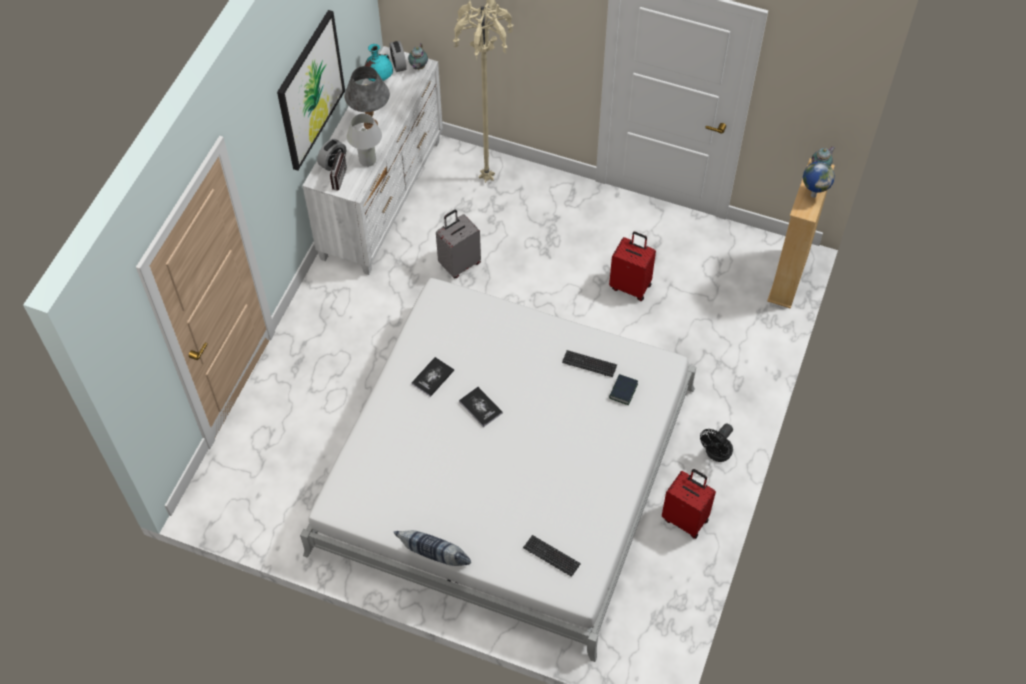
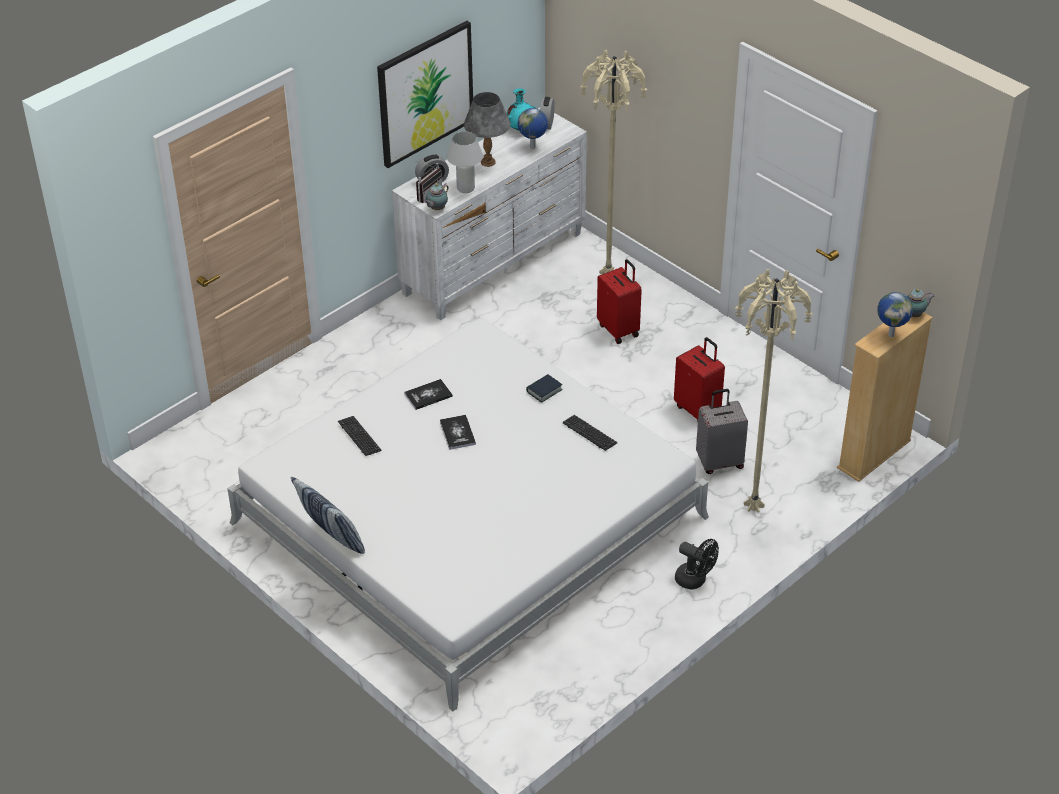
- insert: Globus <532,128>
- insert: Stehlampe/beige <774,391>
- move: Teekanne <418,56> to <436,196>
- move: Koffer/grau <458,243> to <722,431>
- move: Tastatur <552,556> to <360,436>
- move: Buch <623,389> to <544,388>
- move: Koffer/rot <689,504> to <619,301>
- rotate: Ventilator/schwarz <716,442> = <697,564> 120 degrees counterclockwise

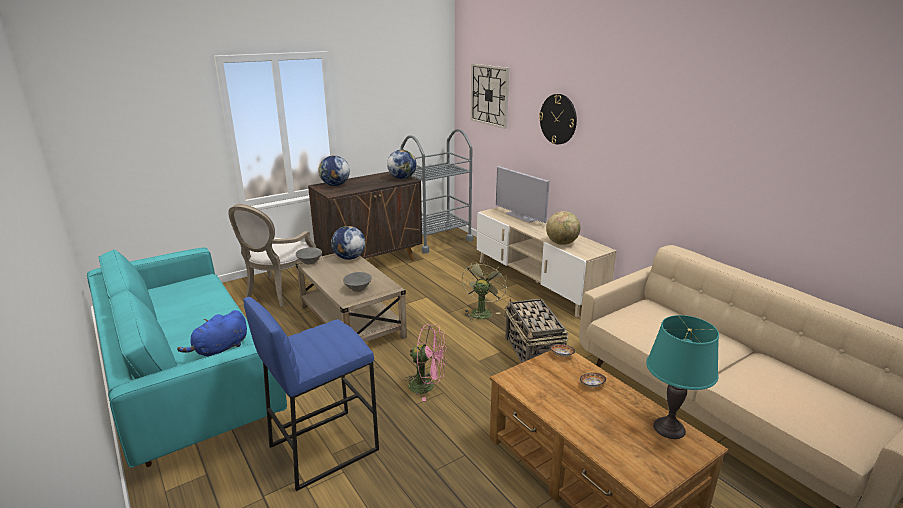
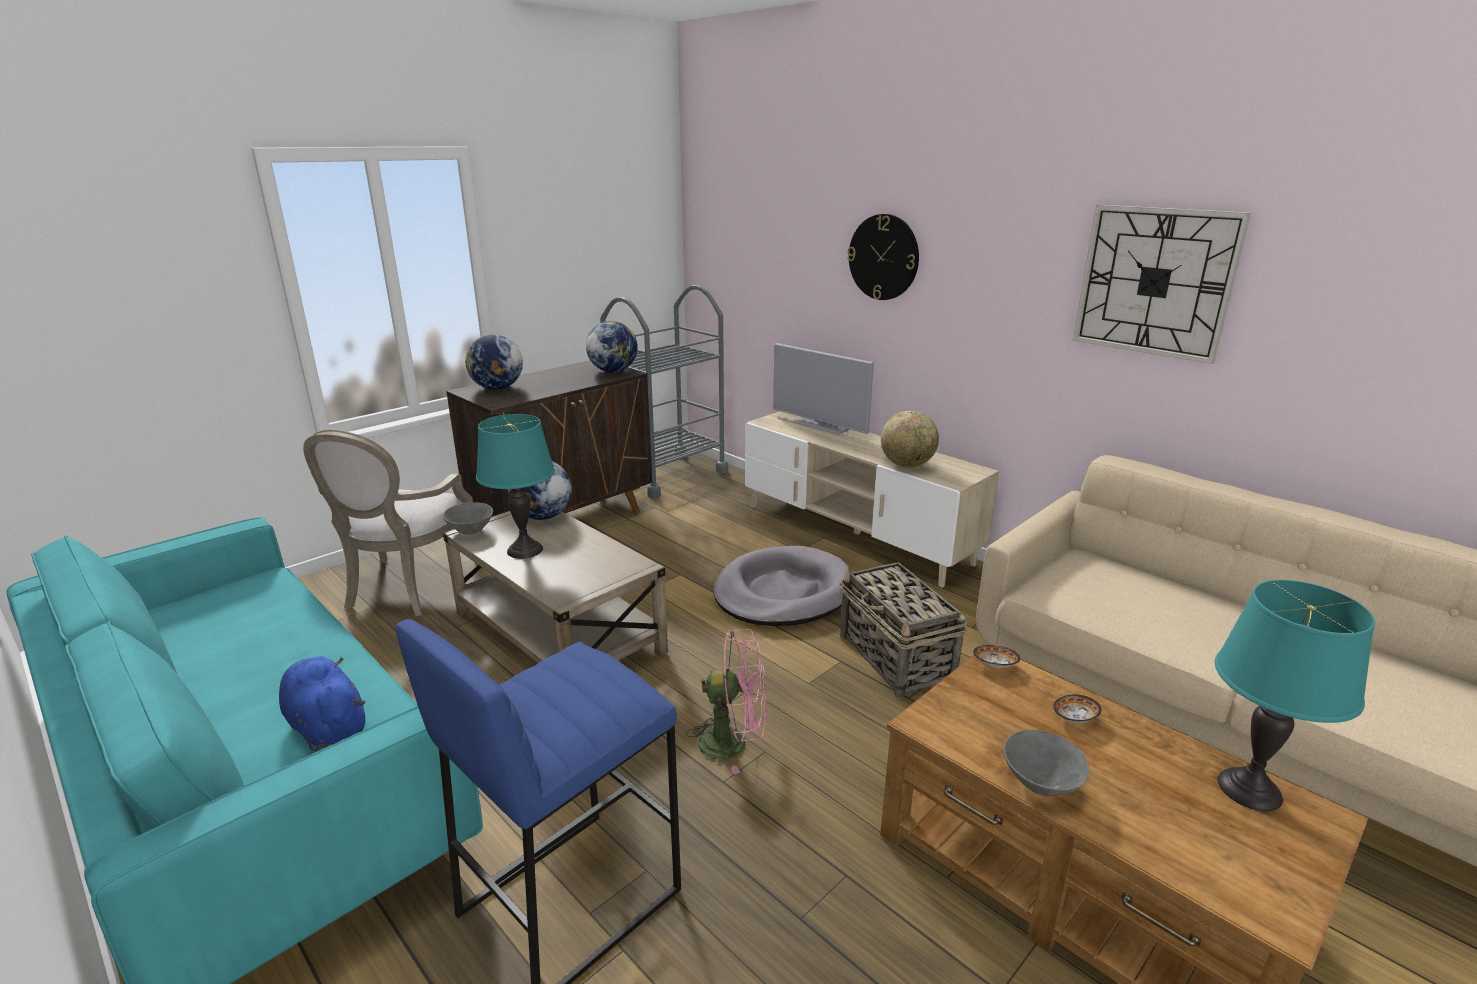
- insert: Tischlampe/türkis <515,486>
- move: Schüssel/grau <357,282> to <1046,763>
- move: Wanduhr <490,96> to <1162,284>
- replace: Ventilator/grün <484,290> to Hundebett/grau <782,586>
- rotate: Plüschtier/blau <212,333> = <322,703> 105 degrees clockwise

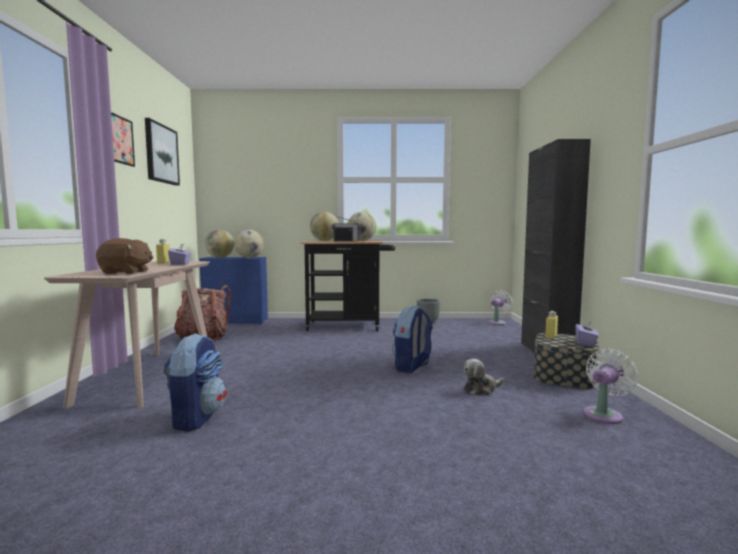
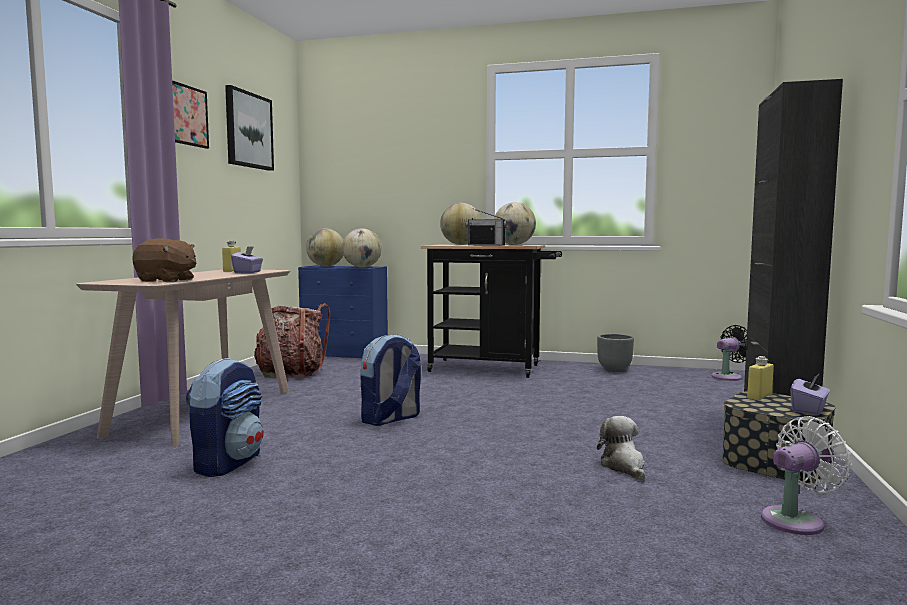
- move: Rucksack <412,339> to <390,380>
- recolor: Ventilator/weiß <500,307> to Ventilator/schwarz <729,353>
- rotate: Plüschtier <484,377> = <621,448> 90 degrees clockwise

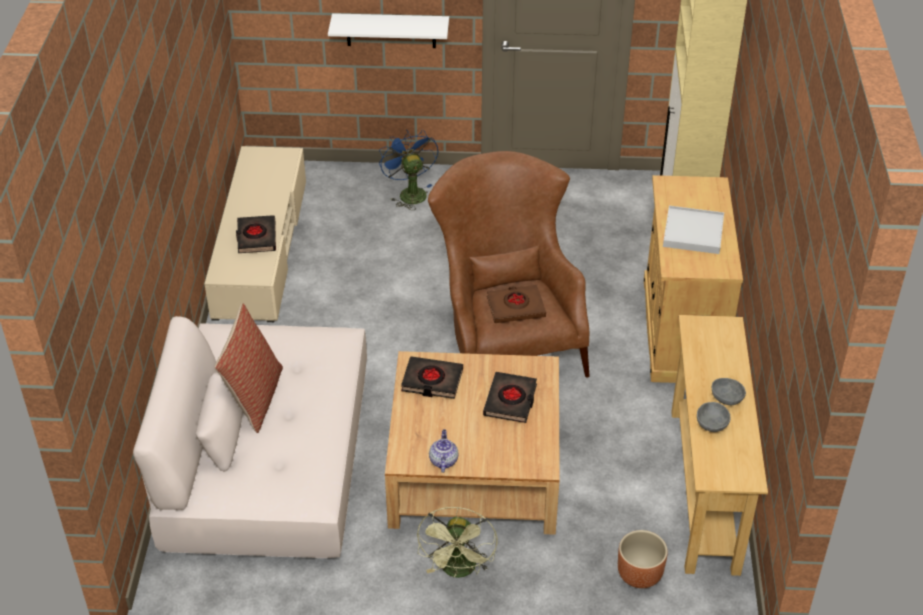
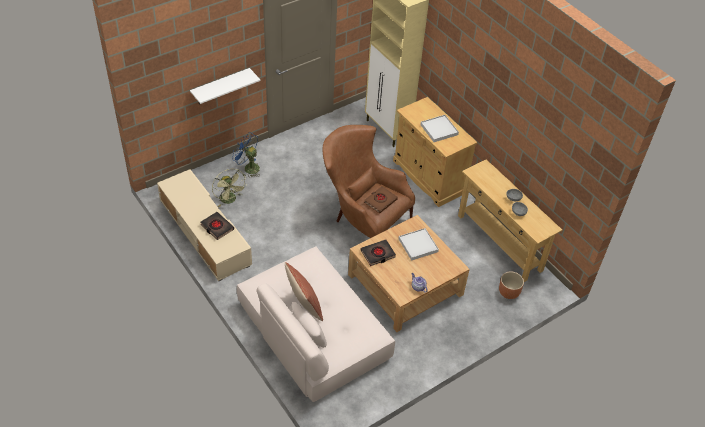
- move: Ventilator/grün <457,542> to <229,188>
- replace: Buch/schwarz <510,397> to Tablett/weiß <418,244>

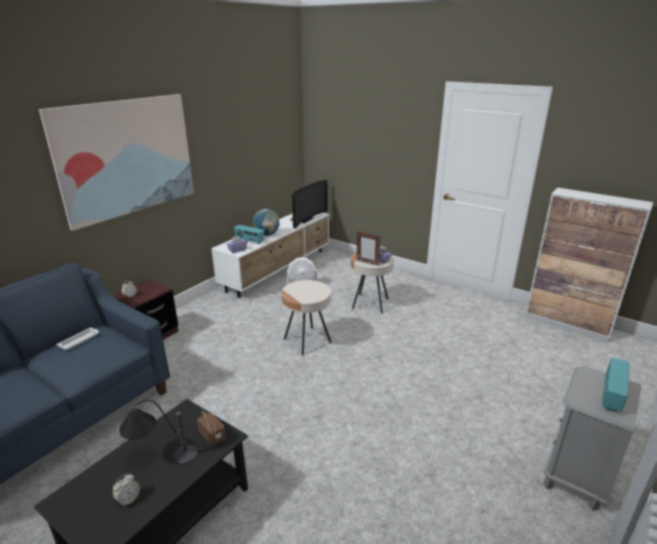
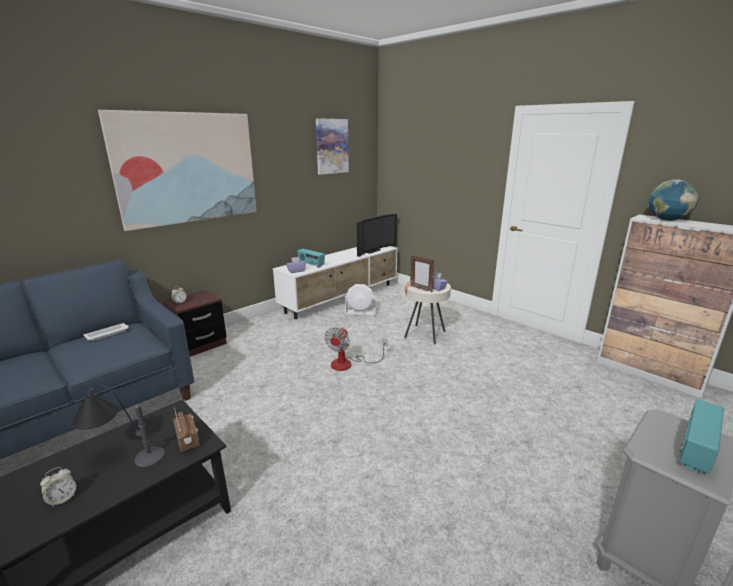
- insert: Bild <332,146>
- move: Globus <266,222> to <673,200>
- replace: Beistelltisch/beige <307,317> to Ventilator <356,349>

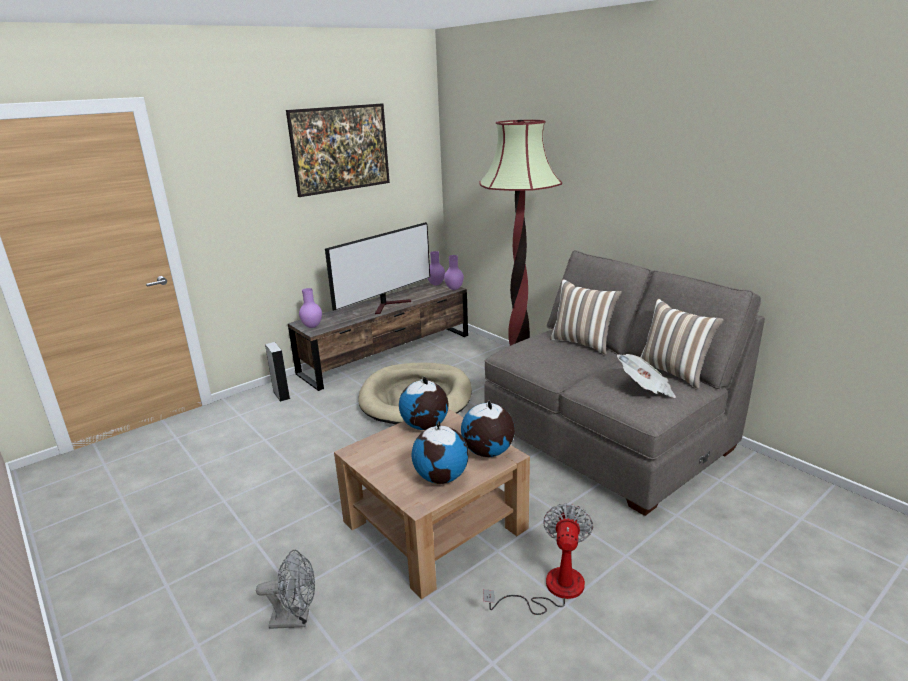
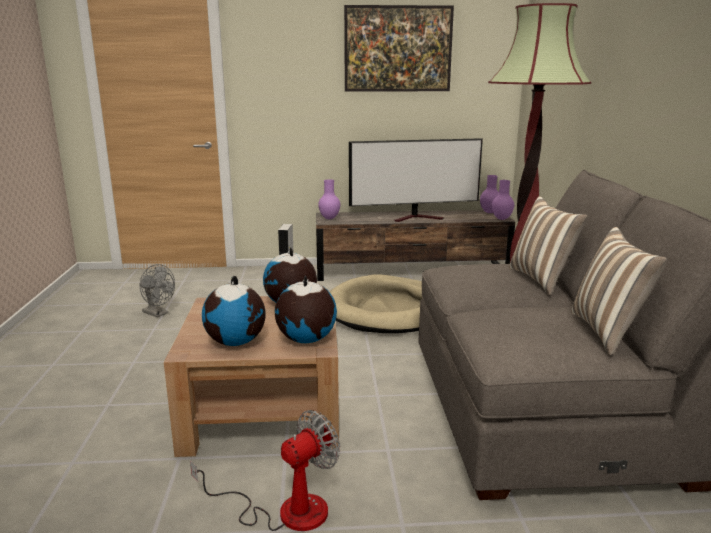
- delete: Zeitung <646,376>
- move: Ventilator/grau <285,589> to <157,290>

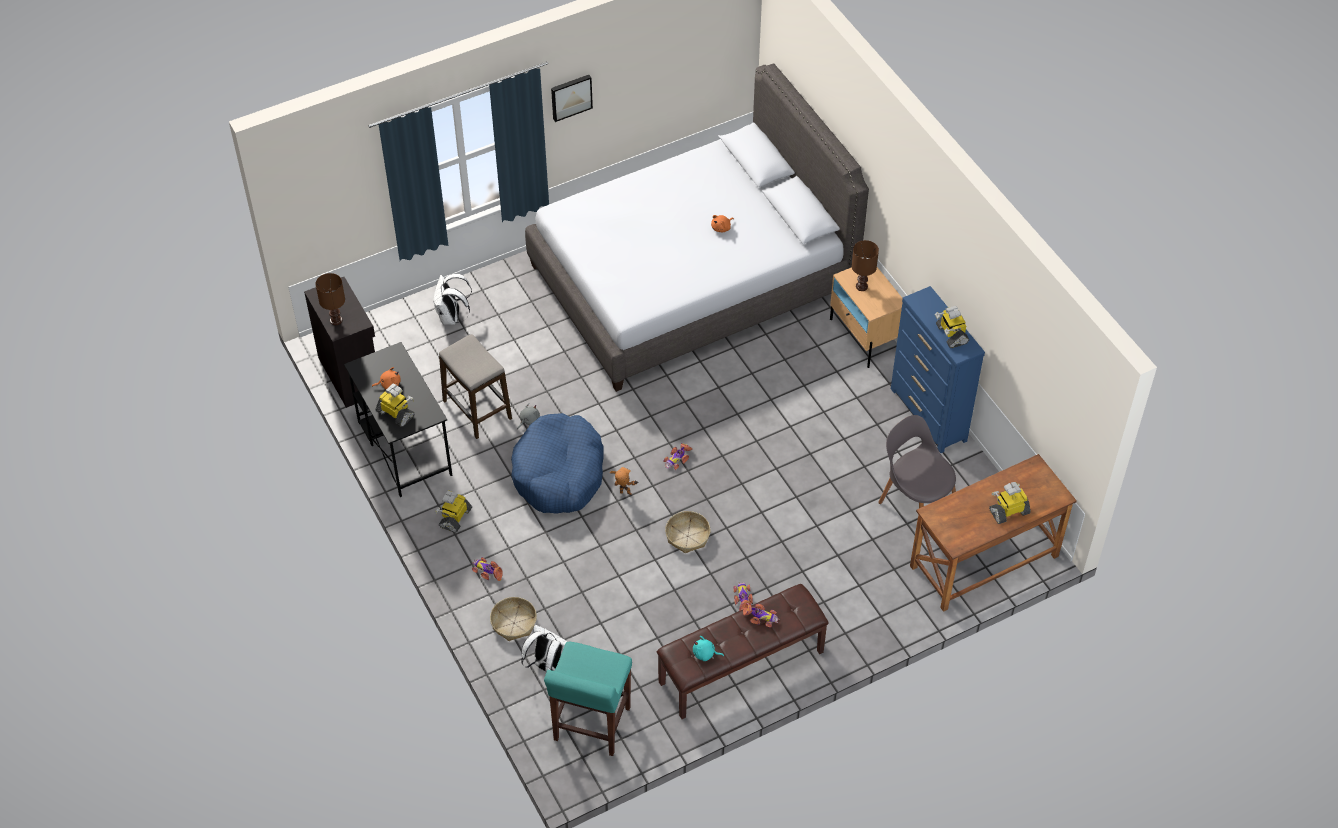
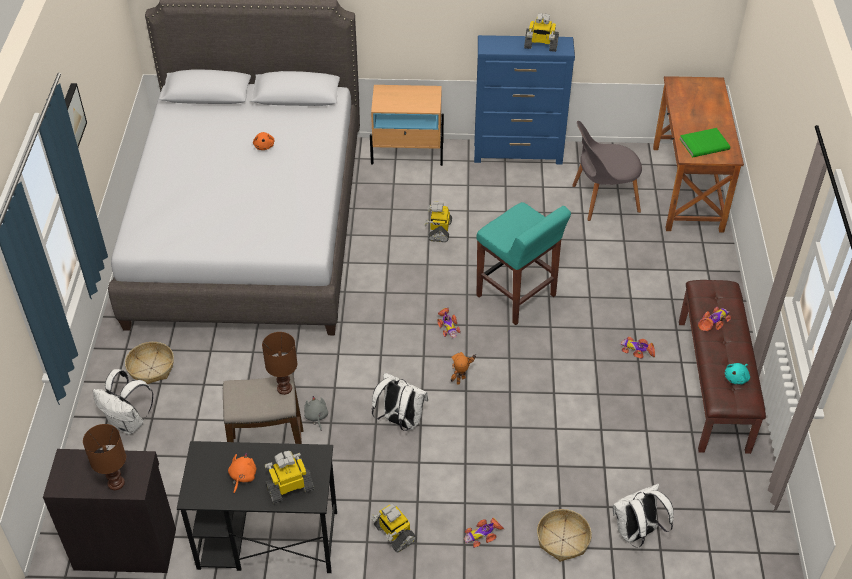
- insert: Buch/grün <705,142>
- move: Hocker/türkis <588,699> to <523,263>
- move: Korb <688,532> to <149,363>
- move: Tischlampe/braun <865,265> to <279,363>
- move: Spielzeugroboter <1010,503> to <438,221>
- replace: Hundebett/blau <557,463> to Rucksack/weiß <400,402>

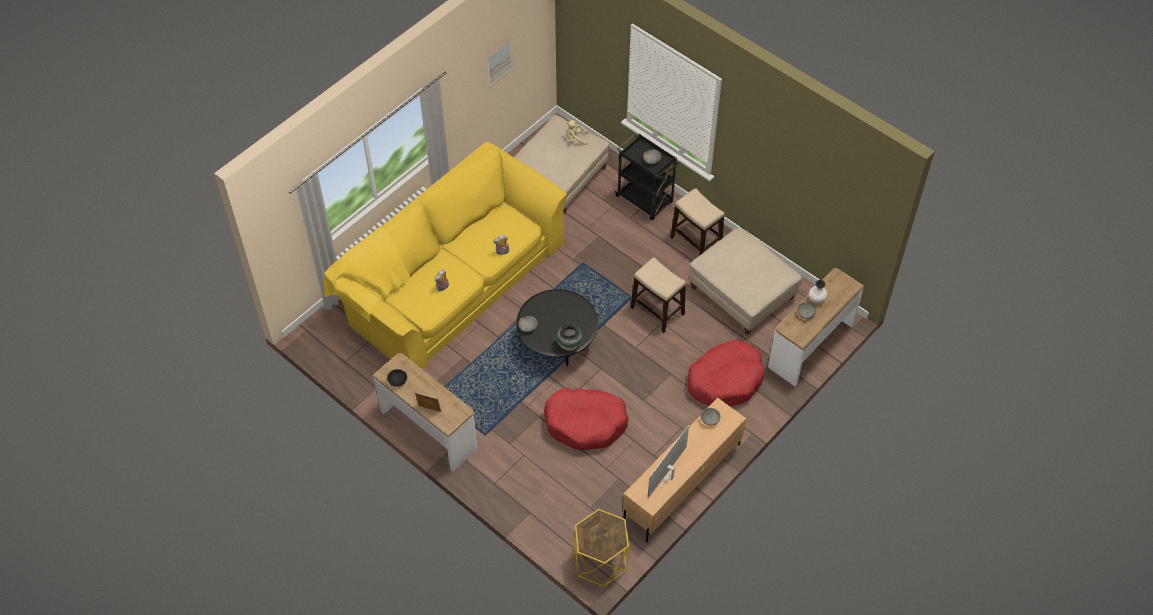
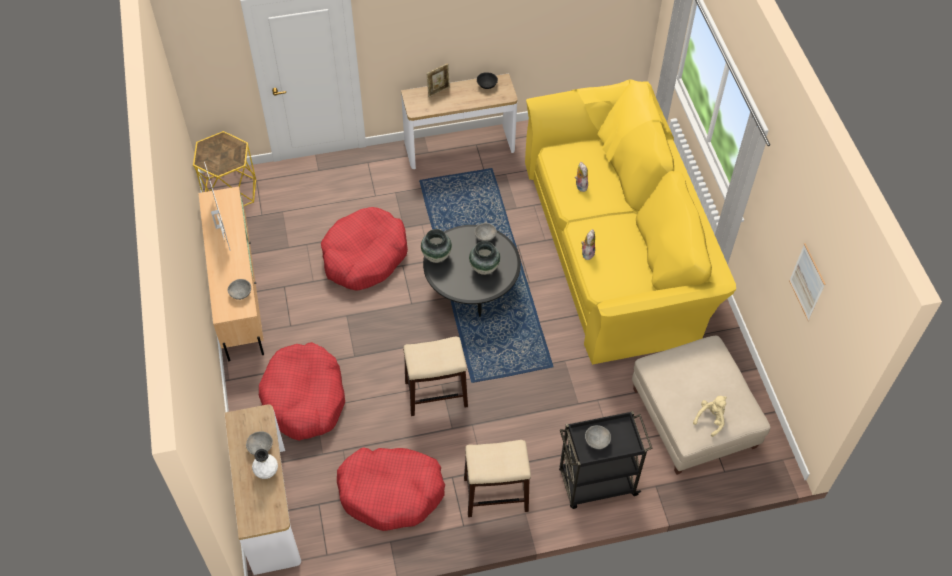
- insert: Vase <484,258>
- replace: Polsterhocker/beige <745,281> to Hundebett/rot <391,489>

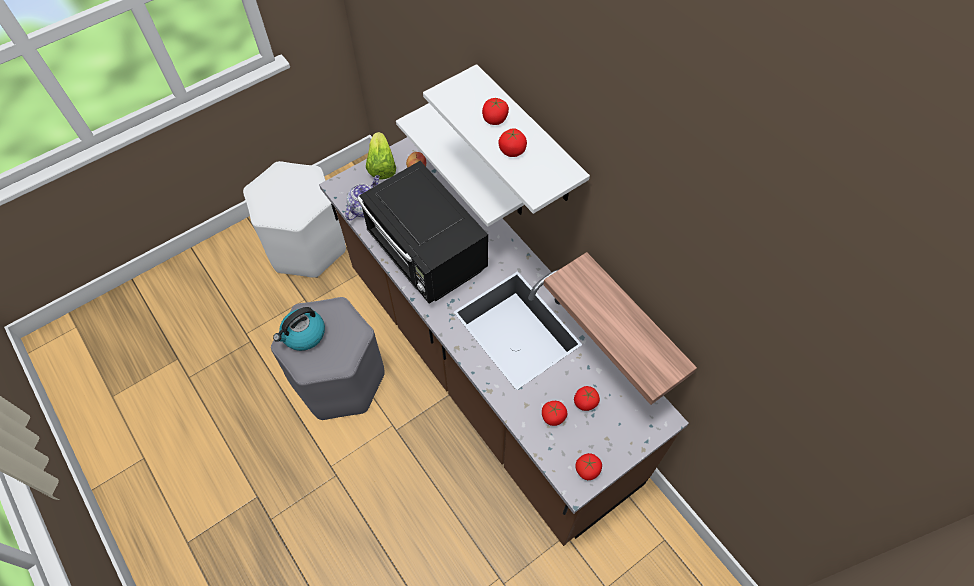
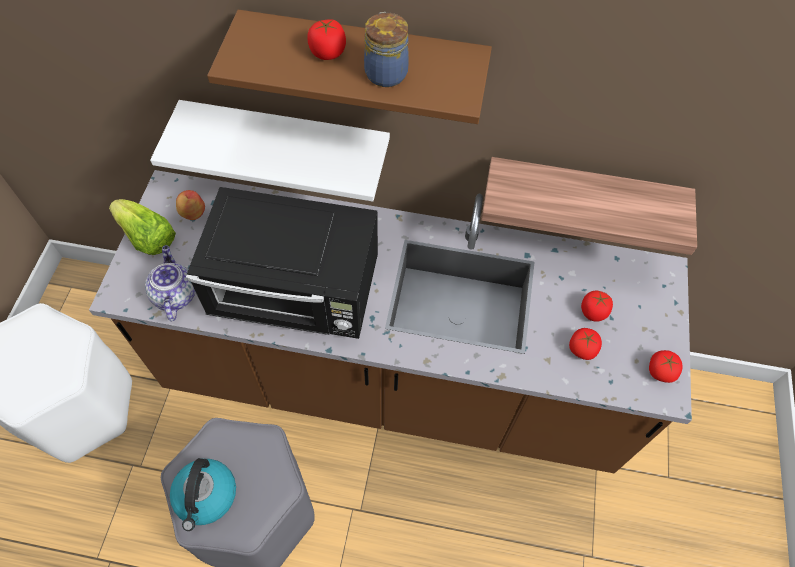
- replace: Tomate <512,142> to Vorratsglas <386,49>
- recolor: Wandregal/weiß <506,139> to Wandregal/braun <349,67>

